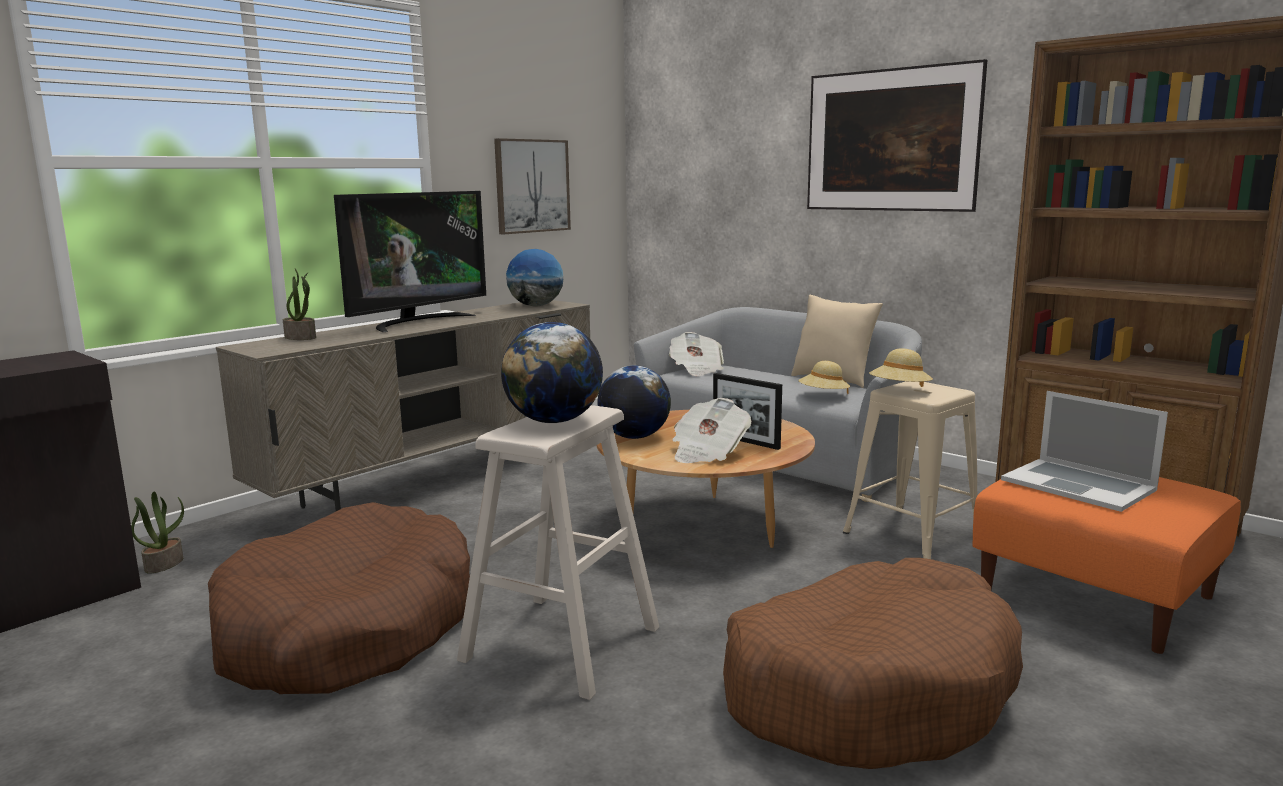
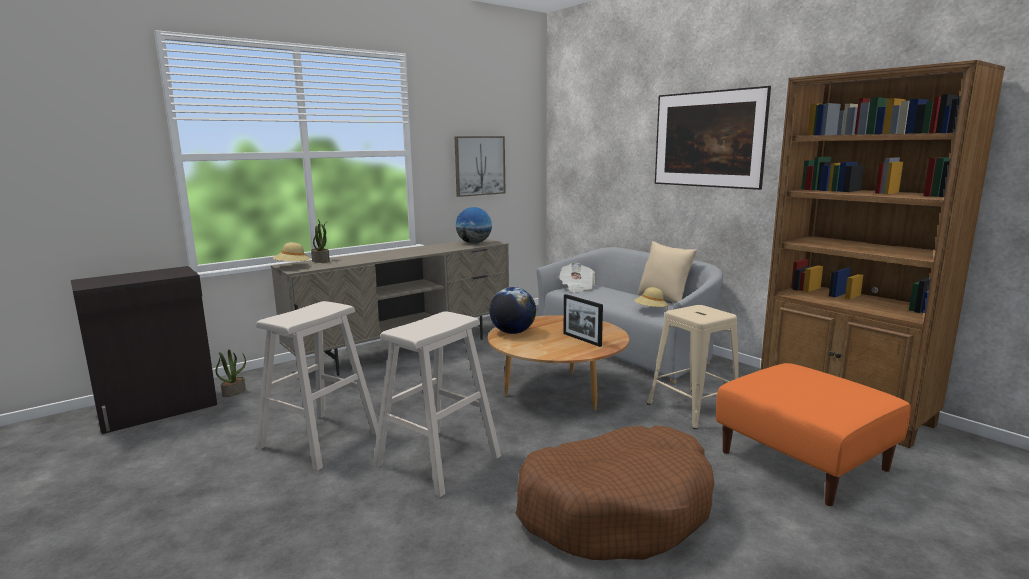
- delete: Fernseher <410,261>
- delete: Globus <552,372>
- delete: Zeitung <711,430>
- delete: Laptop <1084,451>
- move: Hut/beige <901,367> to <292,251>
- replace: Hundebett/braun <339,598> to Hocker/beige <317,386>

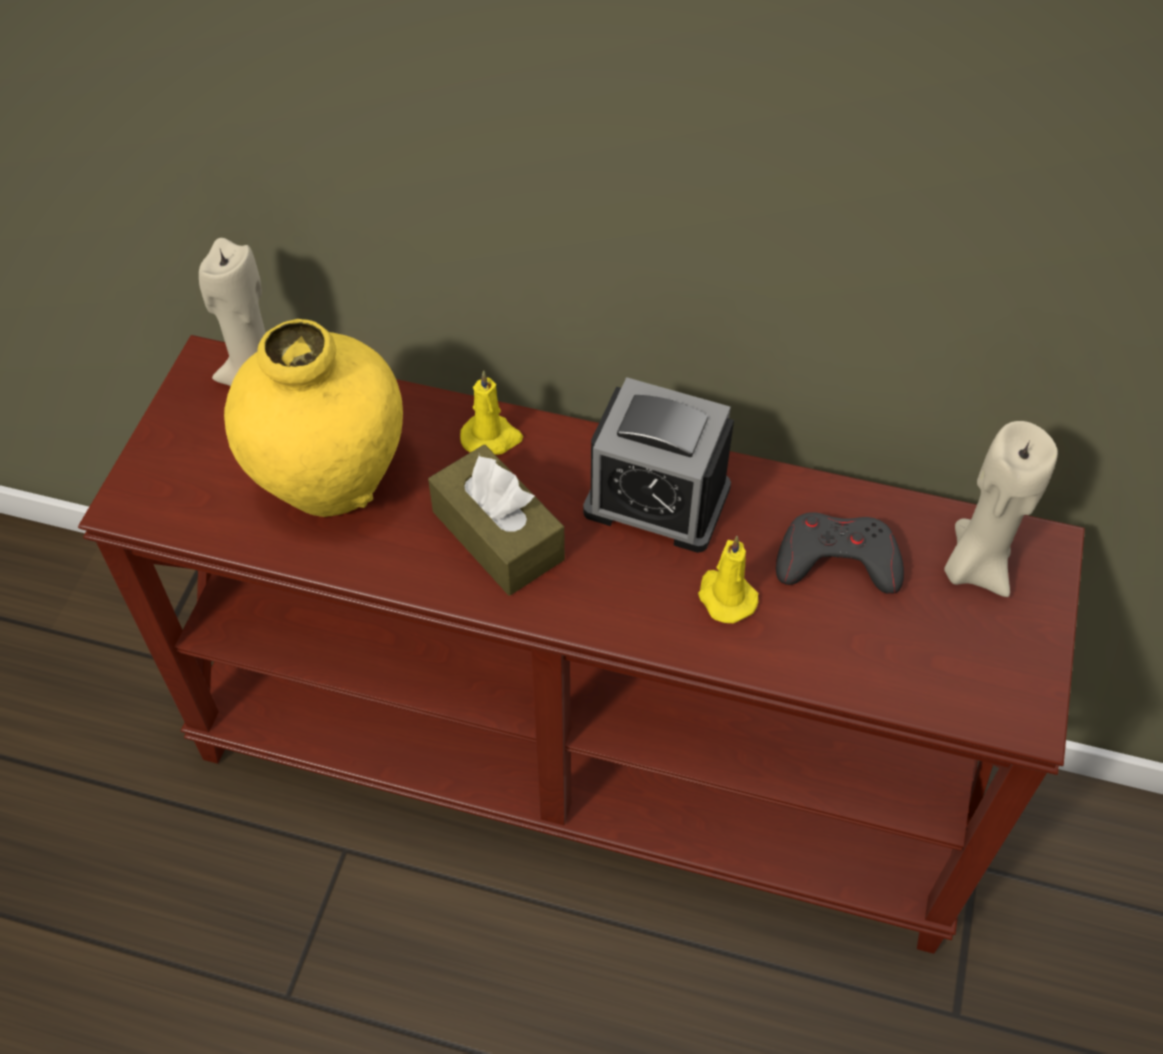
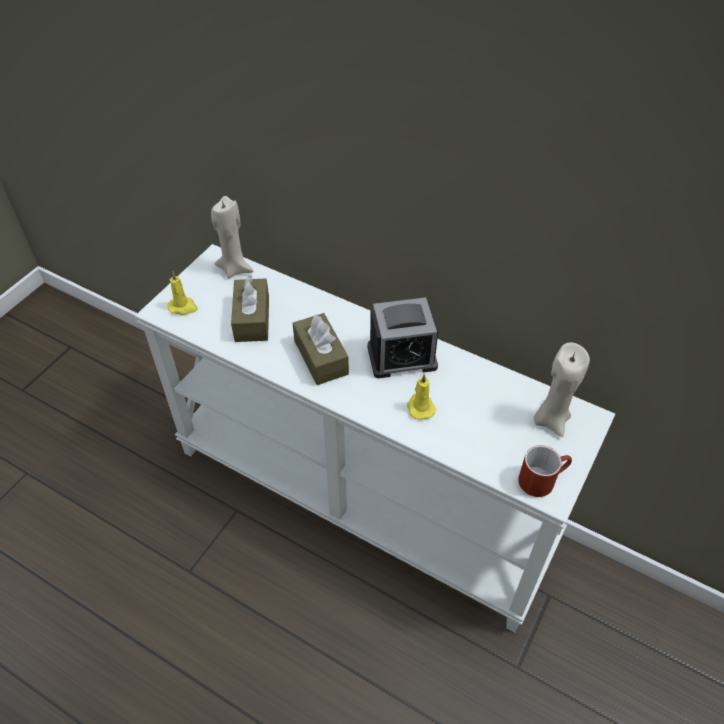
- delete: Gamepad/grau <840,553>
- insert: Henkelbecher/rot <545,471>
- move: Kerze/gelb <491,413> to <182,293>
- replace: Vase/gelb <313,418> to Taschentuchbox/braun <250,309>
- recolor: Konsolentisch/braun <581,644> to Konsolentisch/weiß <375,438>
- rotate: Wecker <658,465> = <403,337> 45 degrees counterclockwise

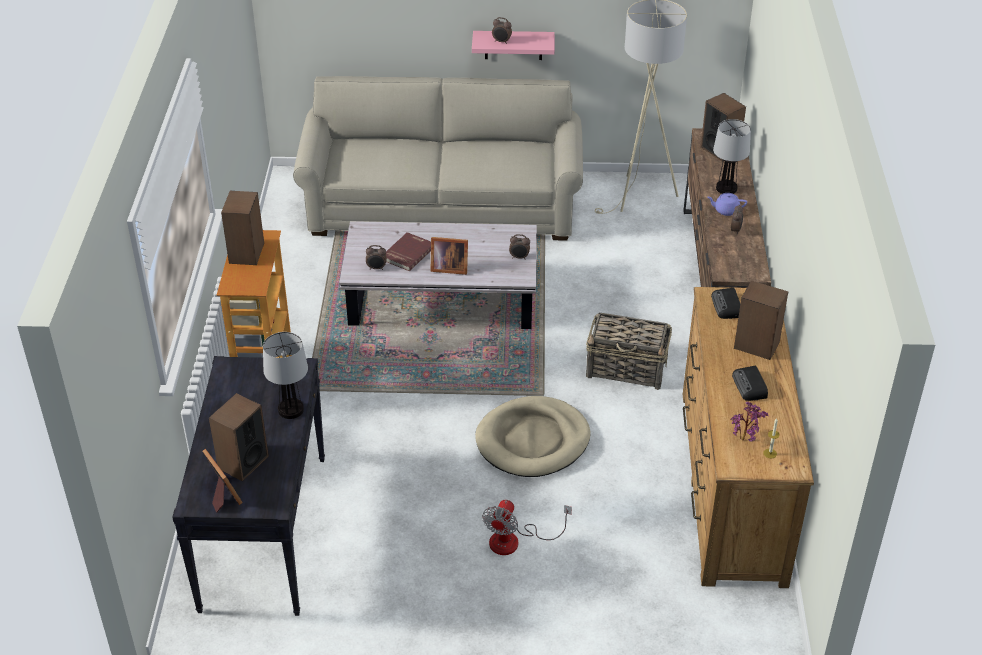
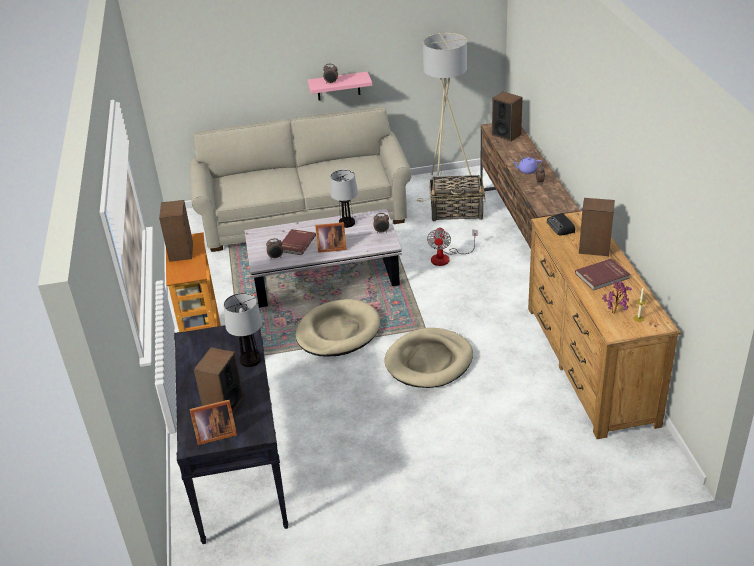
- insert: Hundebett/beige <337,327>
- move: Ventilator <527,527> to <452,246>
- move: Korb <629,351> to <457,198>
- move: Tischlampe <732,156> to <344,199>
- replace: Radio <750,383> to Buch/rot <602,274>
- rotate: Bilderrahmen <222,481> = <213,422> 120 degrees clockwise

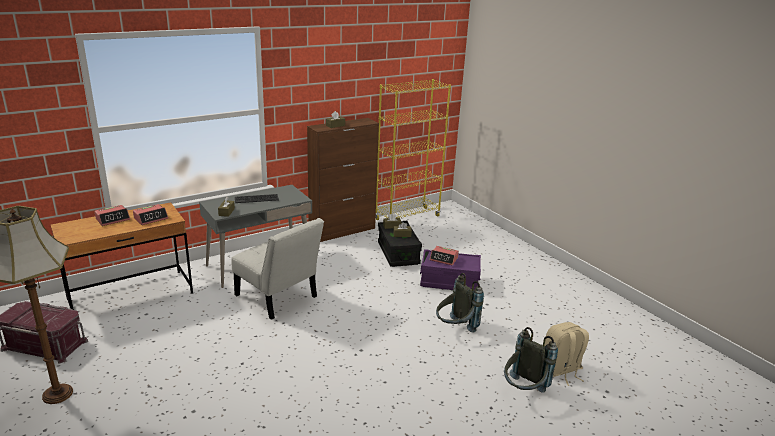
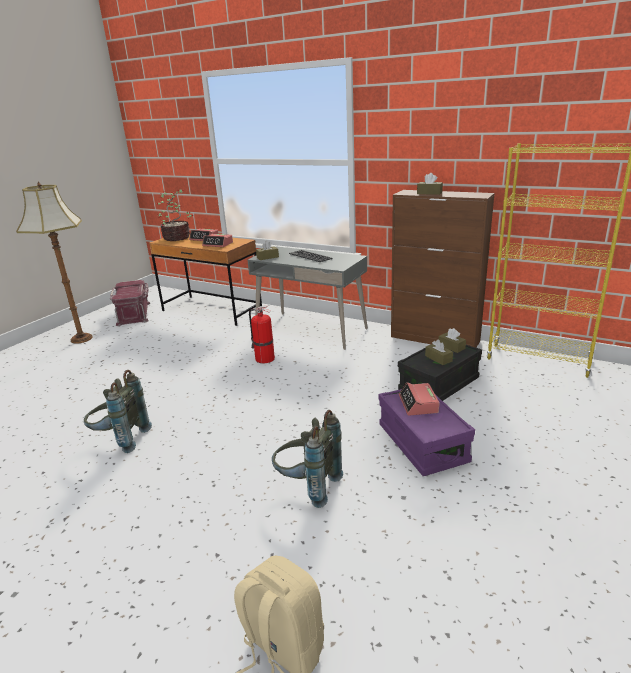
- insert: Topfpflanze <175,215>
- move: Rucksack/grau <531,359> to <118,411>
- replace: Stuhl/weiß <277,269> to Feuerlöscher <262,334>

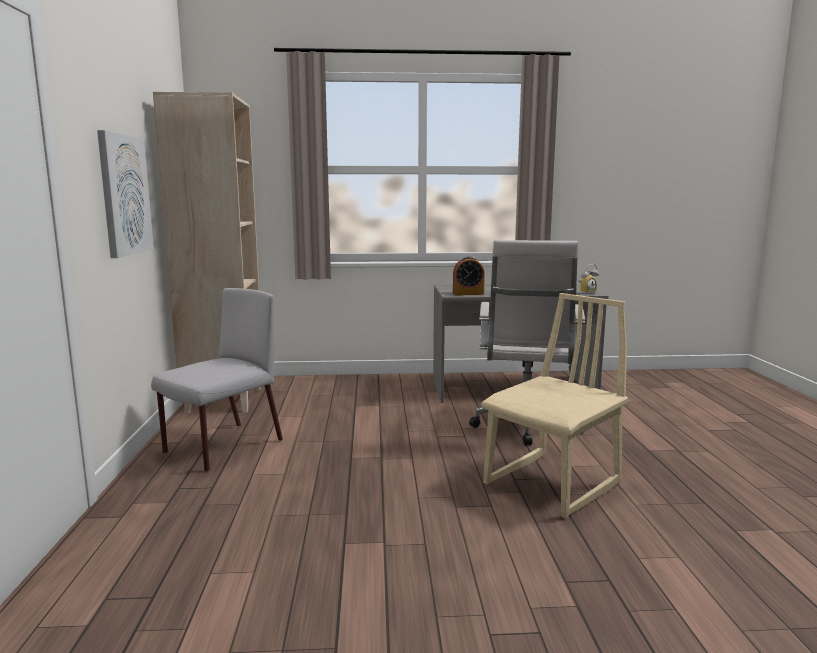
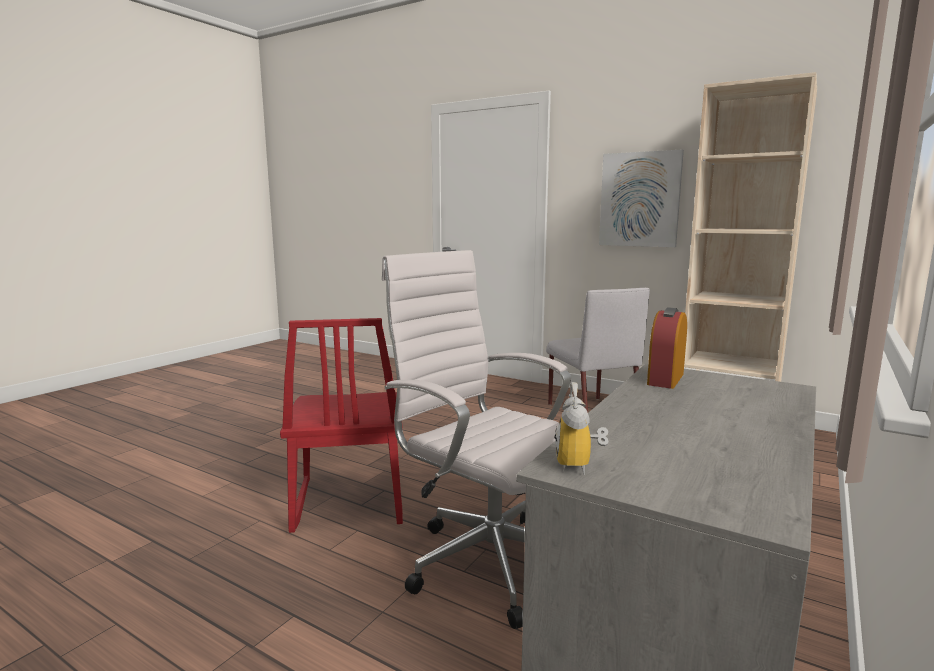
- recolor: Stuhl/beige <554,405> to Stuhl/rot <341,425>

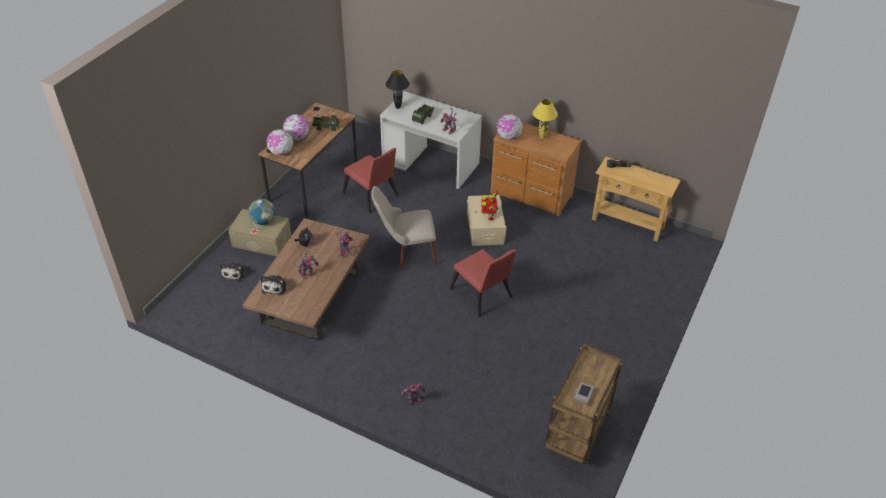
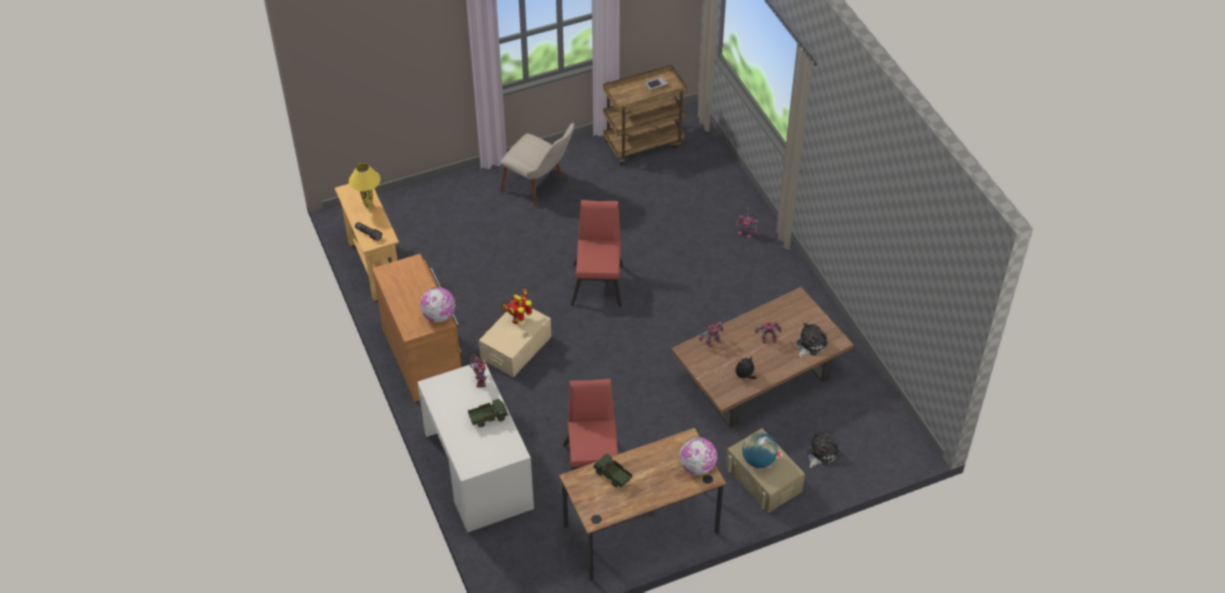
- delete: Globus <296,127>
- delete: Tischlampe/schwarz <397,89>
- move: Stuhl/beige <404,227> to <537,165>
- move: Tischlampe/gelb <545,119> to <365,185>

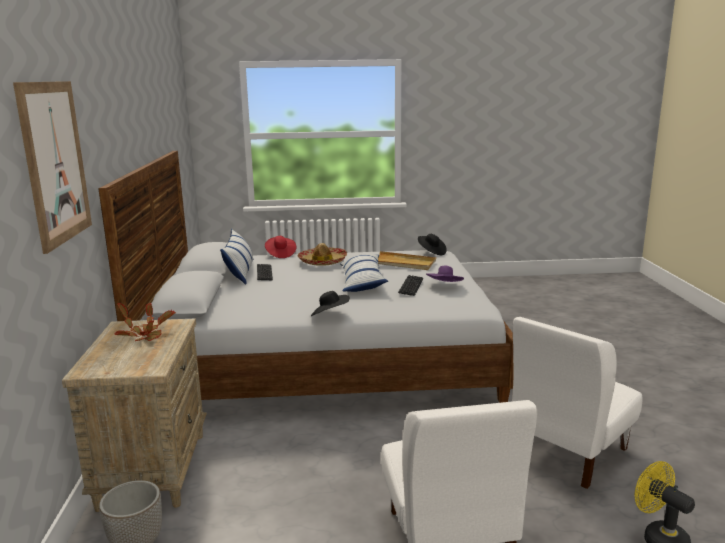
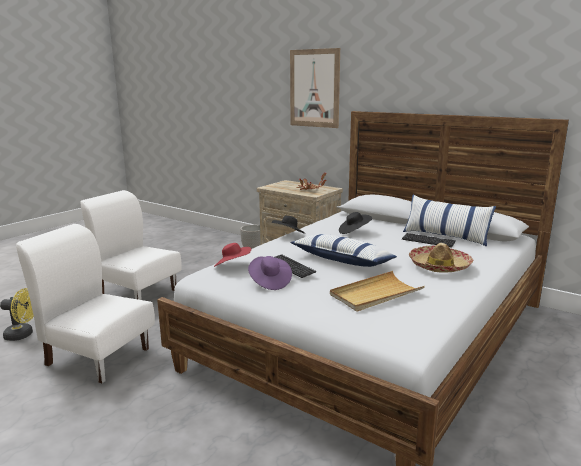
- move: Hut/rot <280,247> to <232,255>
- move: Hut/schwarz <432,244> to <355,223>
- rotate: Stuhl/weiß <577,403> = <85,303> 60 degrees counterclockwise

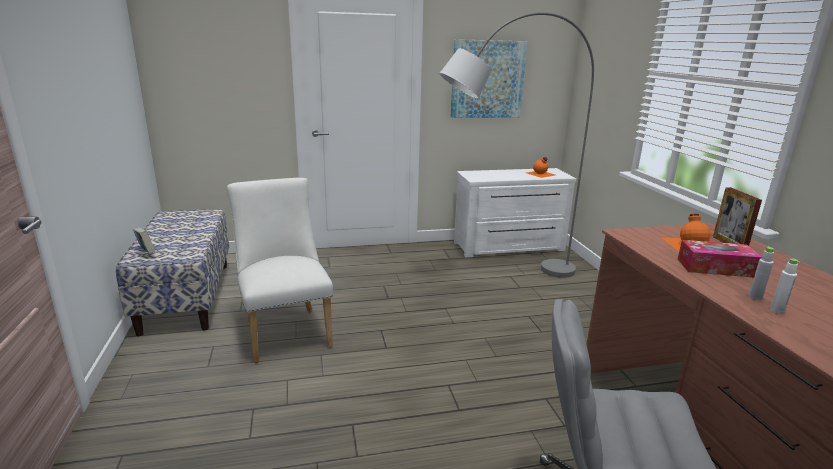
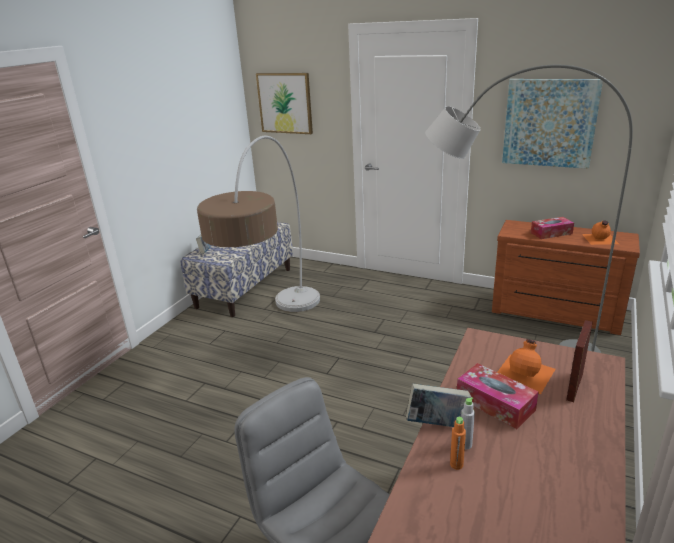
- insert: Bild <284,103>
- insert: Buch <438,405>
- insert: Taschentuchbox <552,228>
- replace: Stuhl/weiß <280,270> to Stehlampe <258,224>
- recolor: Kommode/weiß <515,212> to Kommode/braun <566,277>
- recolor: Flasche/weiß <785,286> to Flasche/orange <458,443>

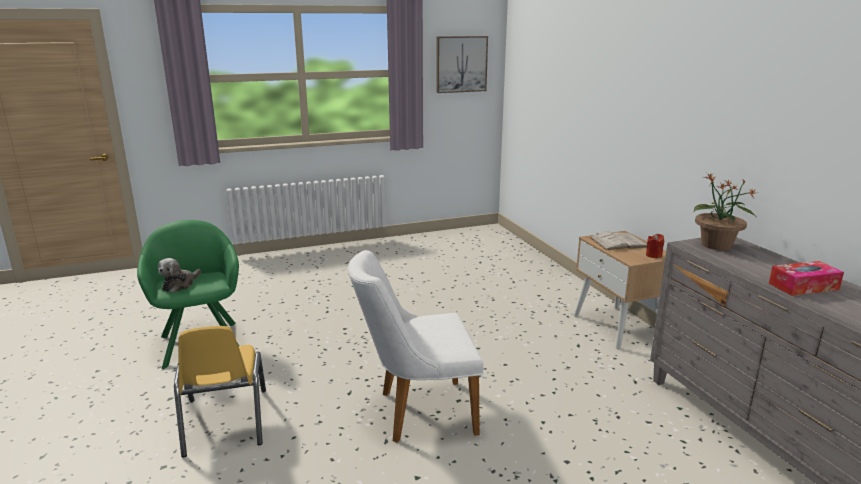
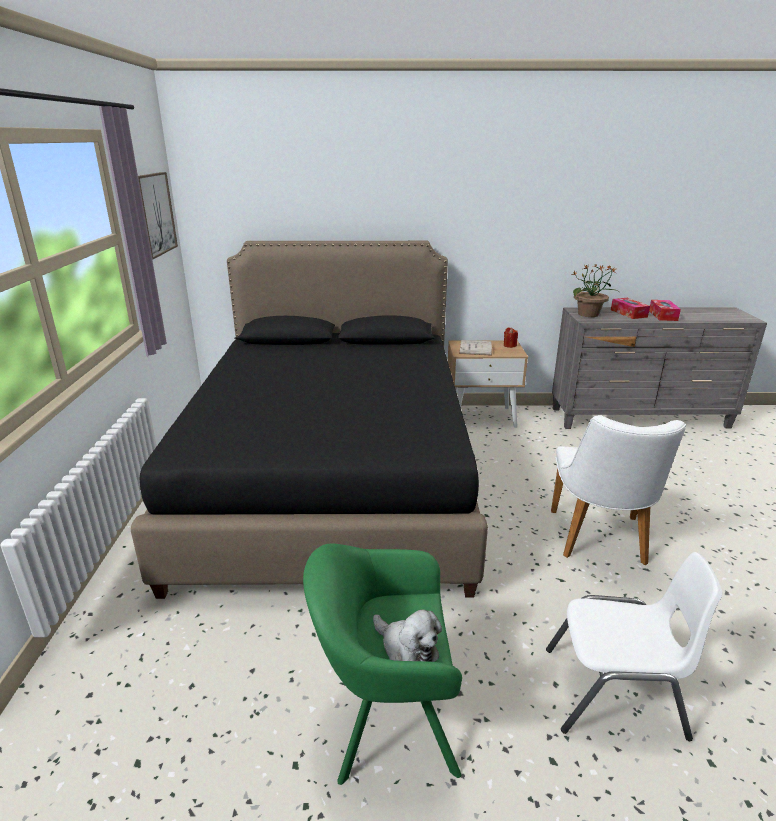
- insert: Bett/schwarz <309,420>
- insert: Taschentuchbox <630,308>
- recolor: Stuhl/gelb <220,392> to Stuhl/weiß <634,646>

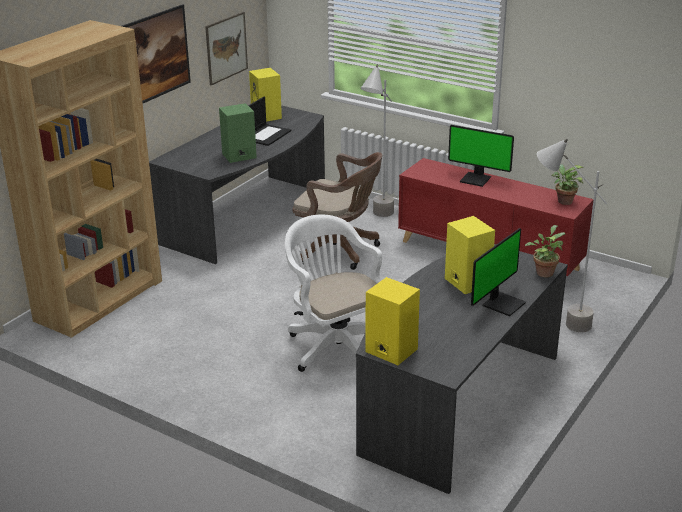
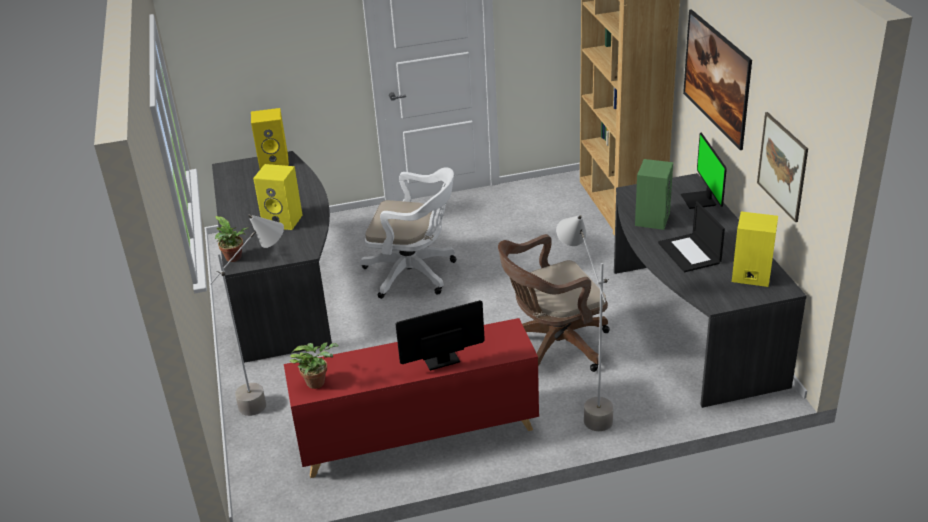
- move: Monitor <498,272> to <704,170>

